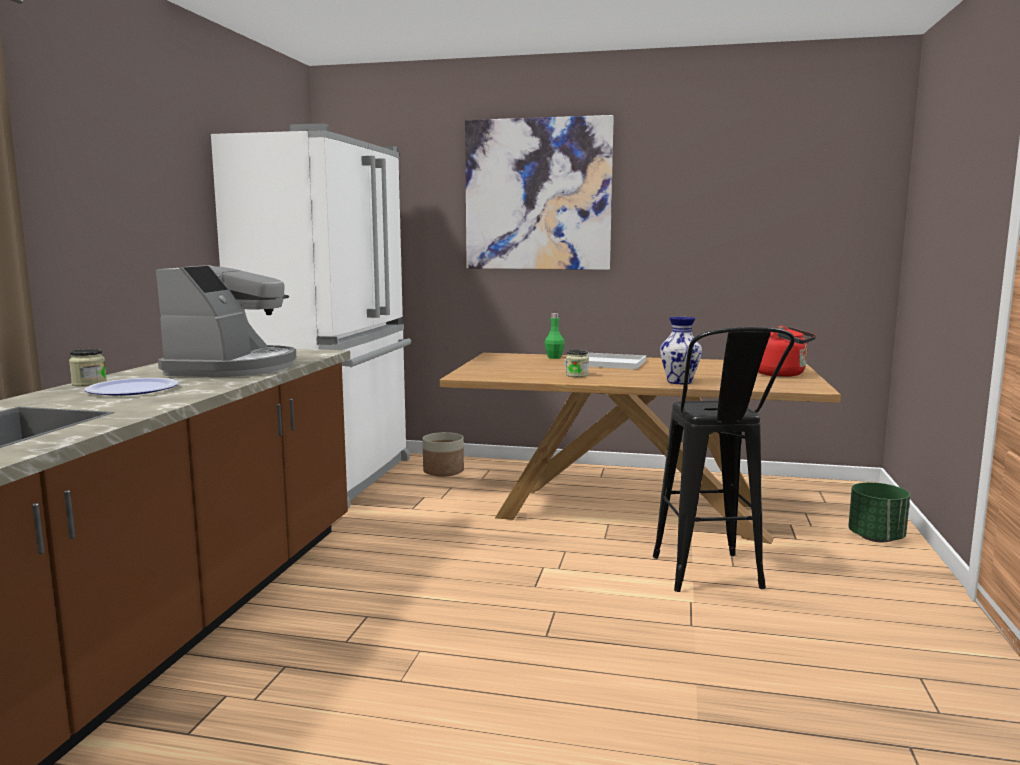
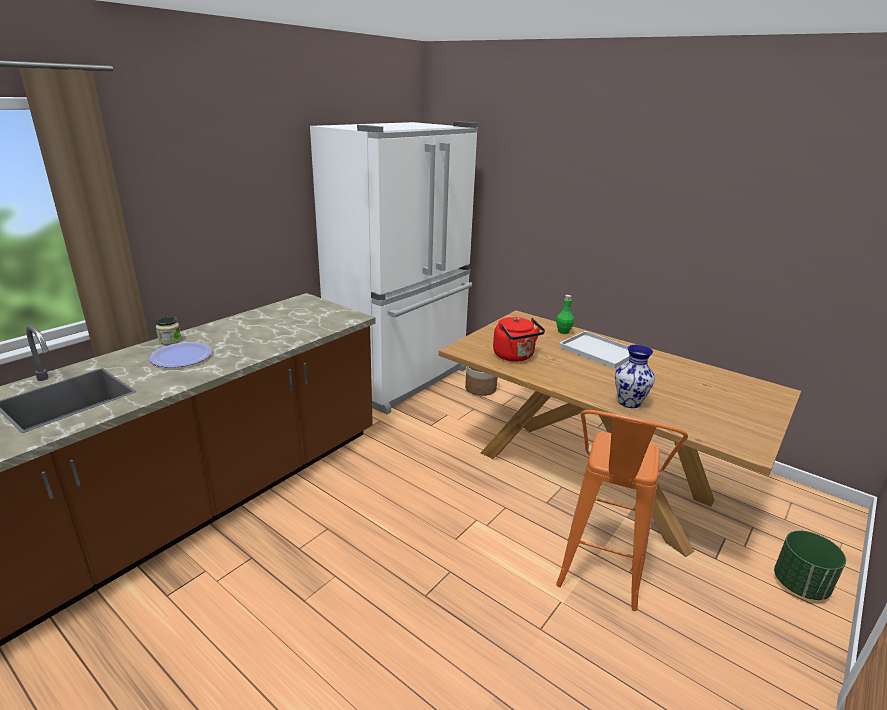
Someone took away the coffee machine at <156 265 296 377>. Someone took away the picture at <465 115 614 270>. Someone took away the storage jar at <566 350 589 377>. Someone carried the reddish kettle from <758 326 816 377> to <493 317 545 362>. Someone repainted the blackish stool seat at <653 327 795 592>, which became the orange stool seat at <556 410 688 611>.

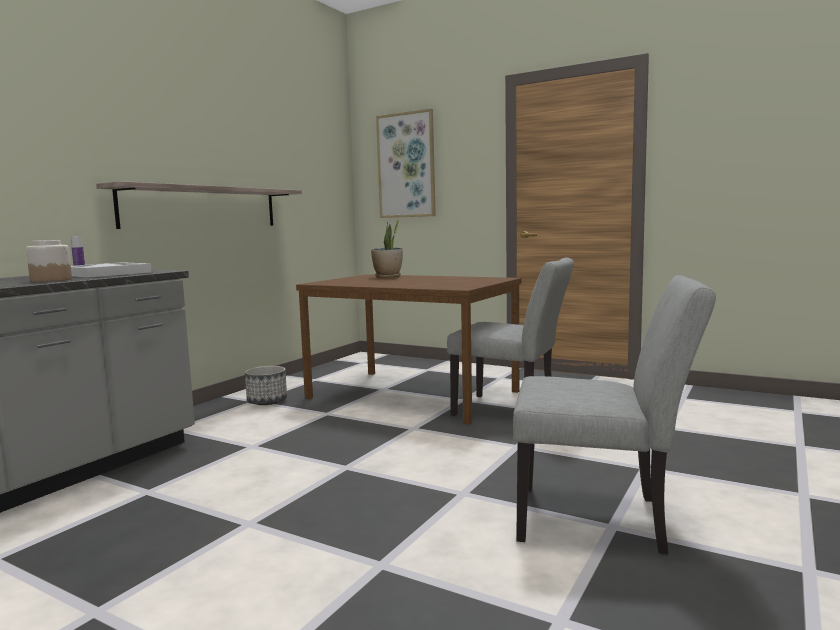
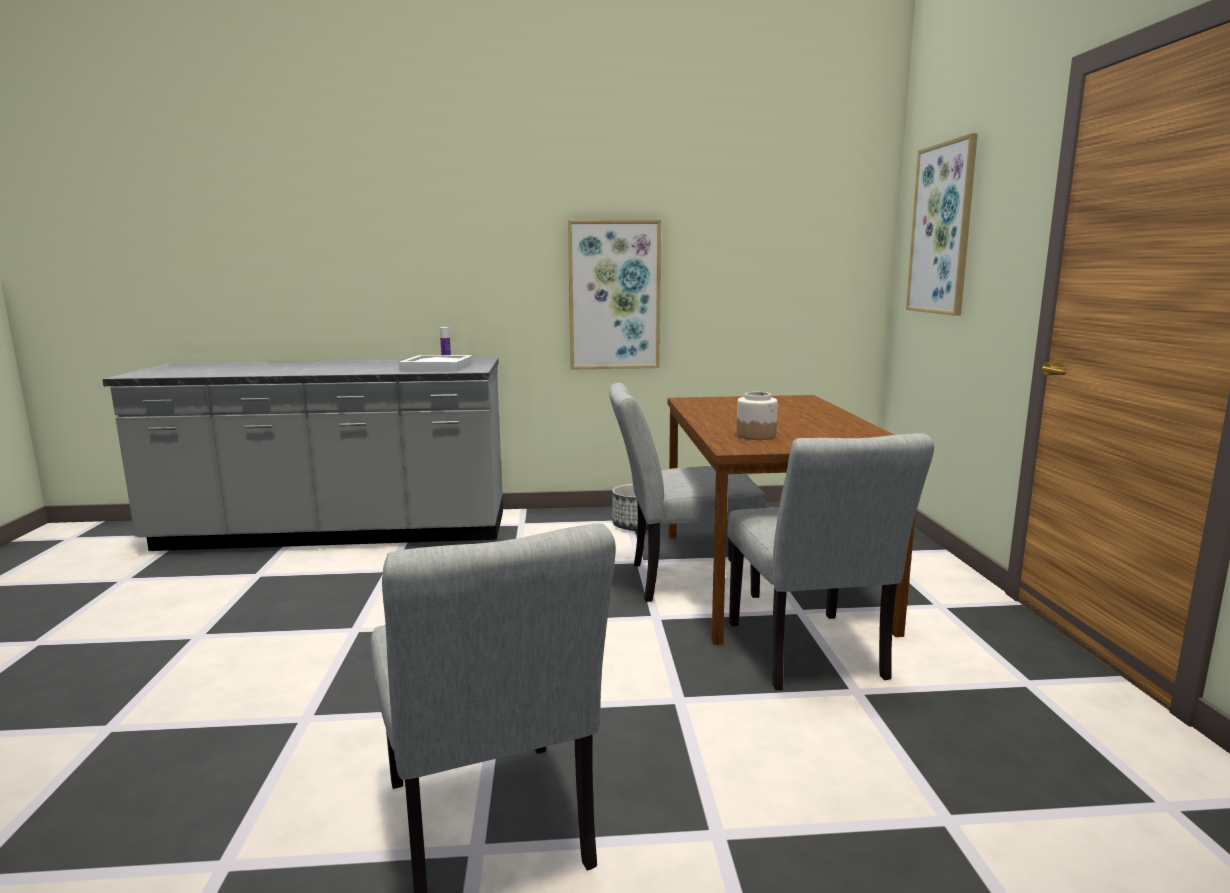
Someone took away the houseplant at <371 218 403 278>. Someone put down the grey plain chair at <609 383 766 602>. Someone carried the storage jar from <26 240 72 282> to <737 392 778 440>. Someone swapped the bracket shelf at <96 181 302 229> for the picture at <568 220 661 370>.

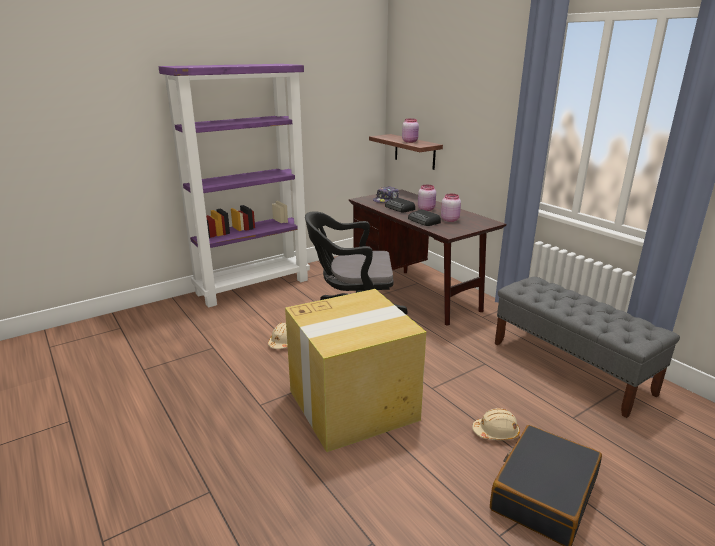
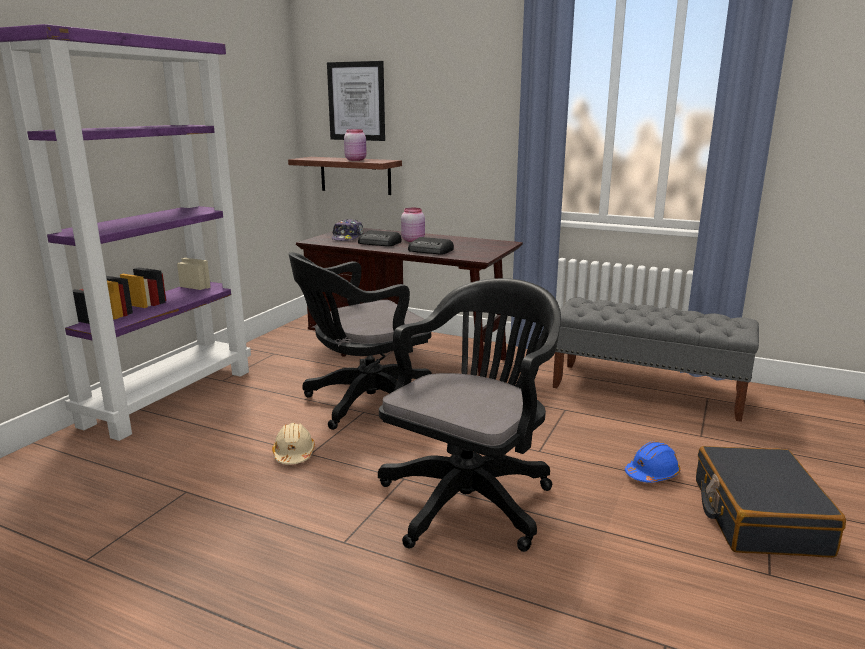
Someone took away the pink storage jar at <441 194 461 222>. Someone put up the picture at <327 61 385 141>. Someone swapped the carton at <285 289 426 452> for the blackish office chair at <378 278 561 552>. Someone repainted the beige-coloured hard hat at <472 408 520 441>, which became the blue-coloured hard hat at <625 441 681 483>.

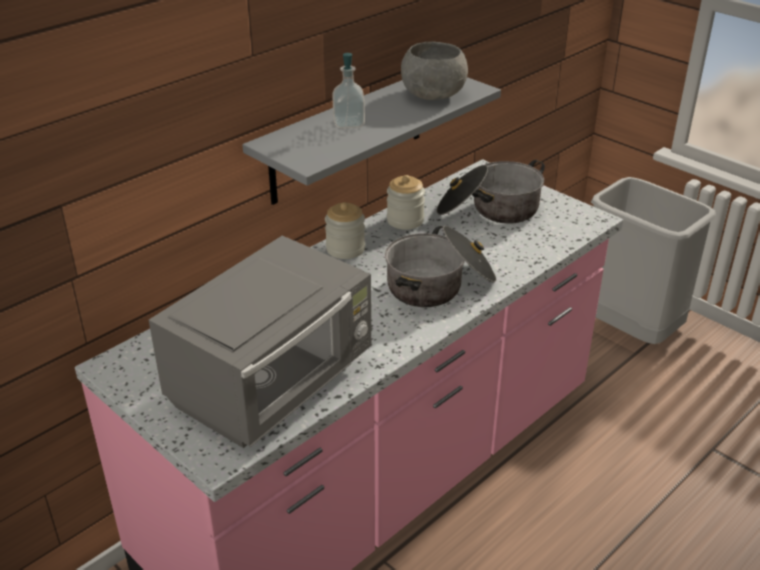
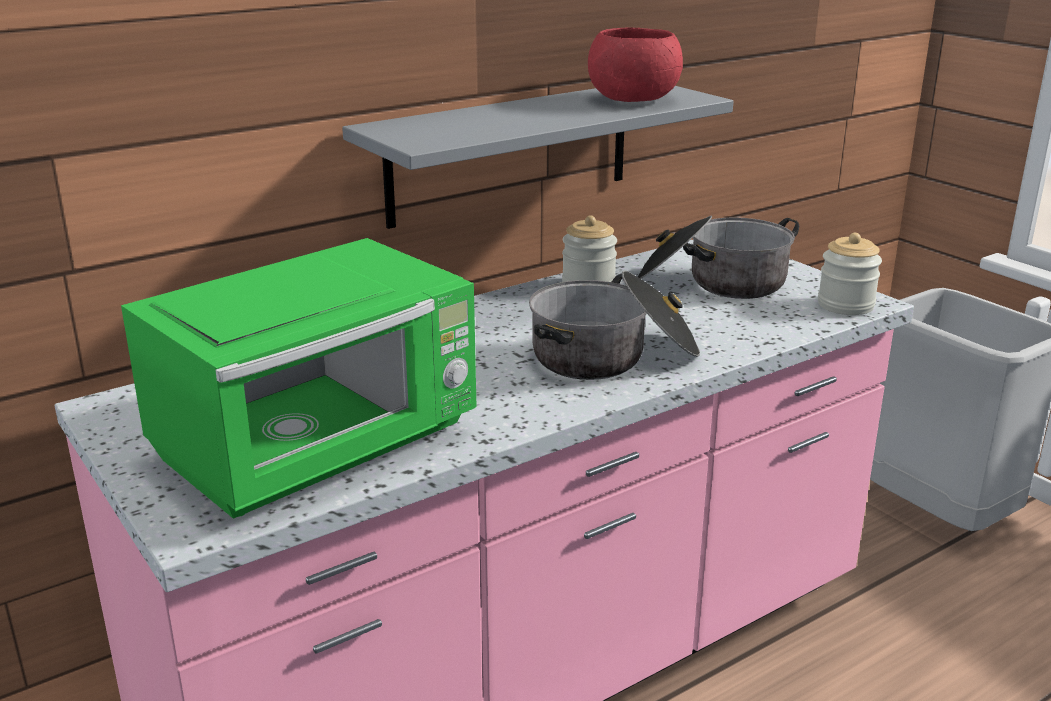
Someone took away the soap dispenser at <332 53 365 128>. Someone carried the storage jar from <325 202 365 259> to <818 233 882 315>. Someone repainted the grey kitchen microwave at <149 236 371 448>, which became the greenish kitchen microwave at <121 238 477 519>. Someone repainted the grey serving bowl at <401 42 468 100>, which became the reddish serving bowl at <588 27 683 102>.

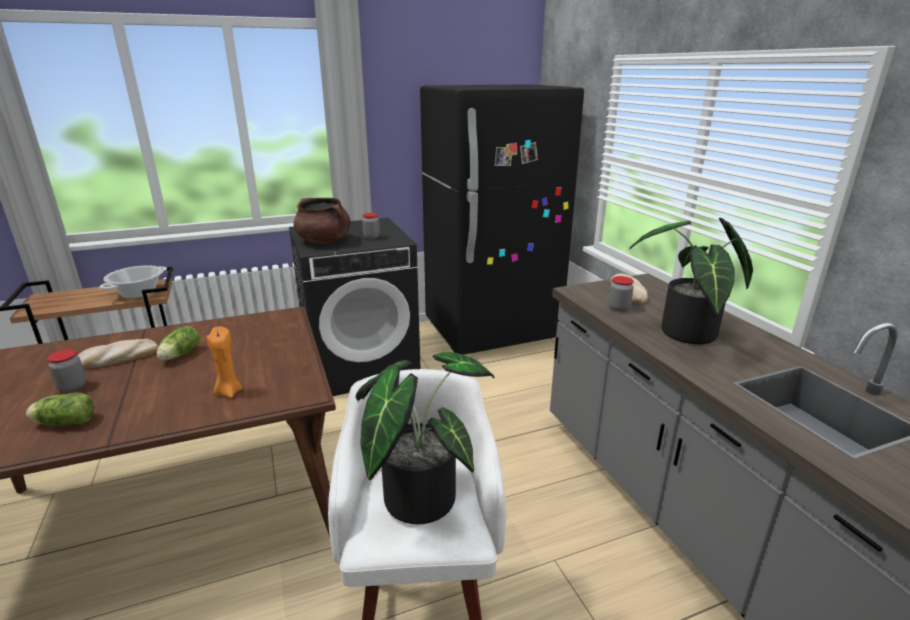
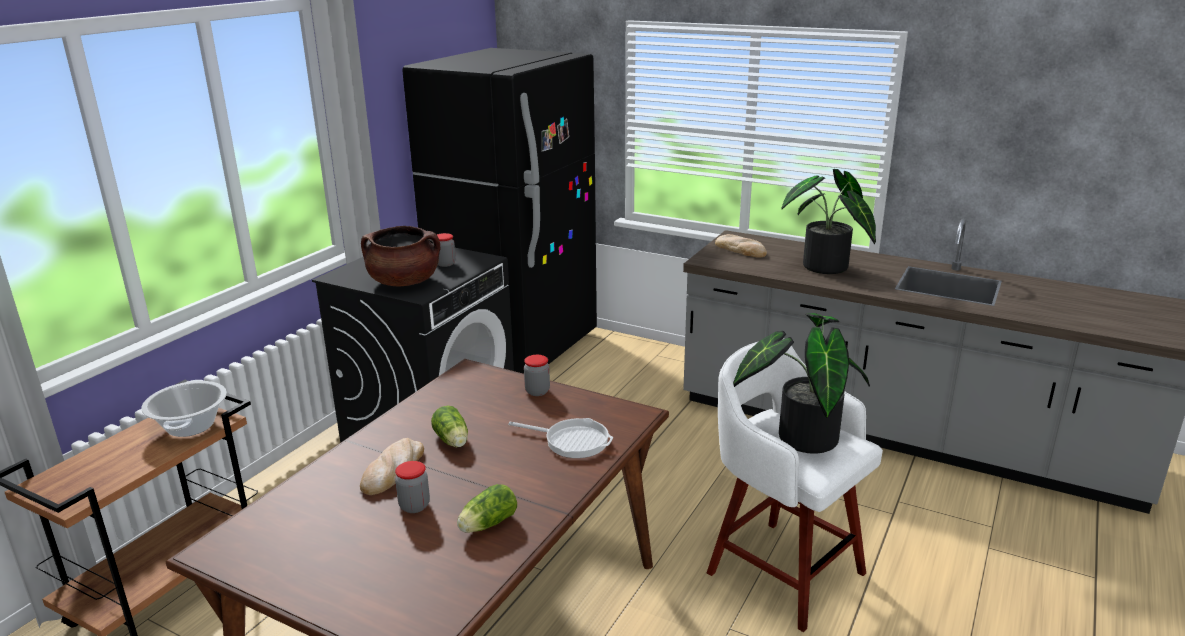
Someone carried the storage jar from <609 276 634 312> to <524 355 550 396>. Someone swapped the orange wax candle at <207 327 243 398> for the frying pan at <508 418 613 458>.

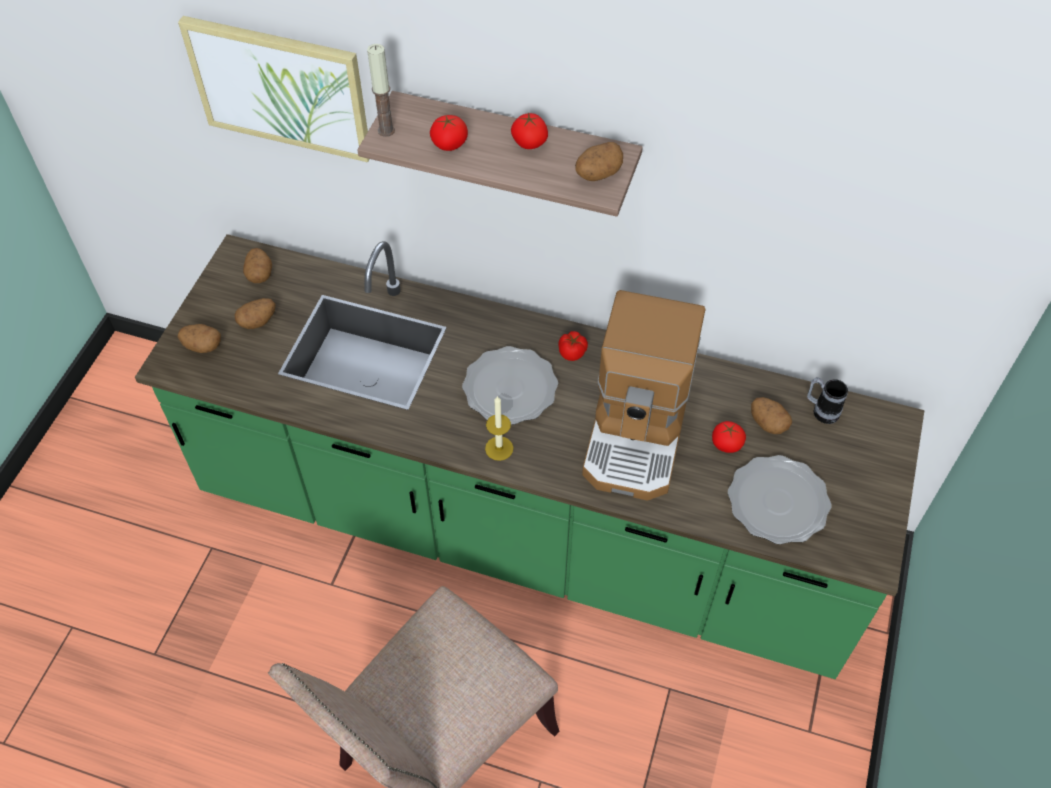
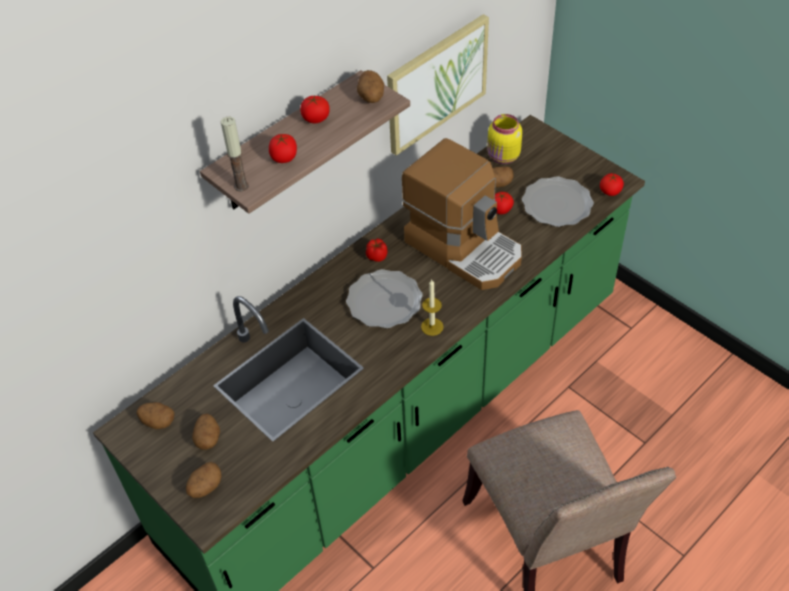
Someone put down the fresh tomato at <600 173 624 196>. Someone carried the picture from <178 16 370 162> to <387 14 489 156>. Someone swapped the tea mug at <807 378 848 424> for the yellow-coloured storage jar at <487 114 522 164>.

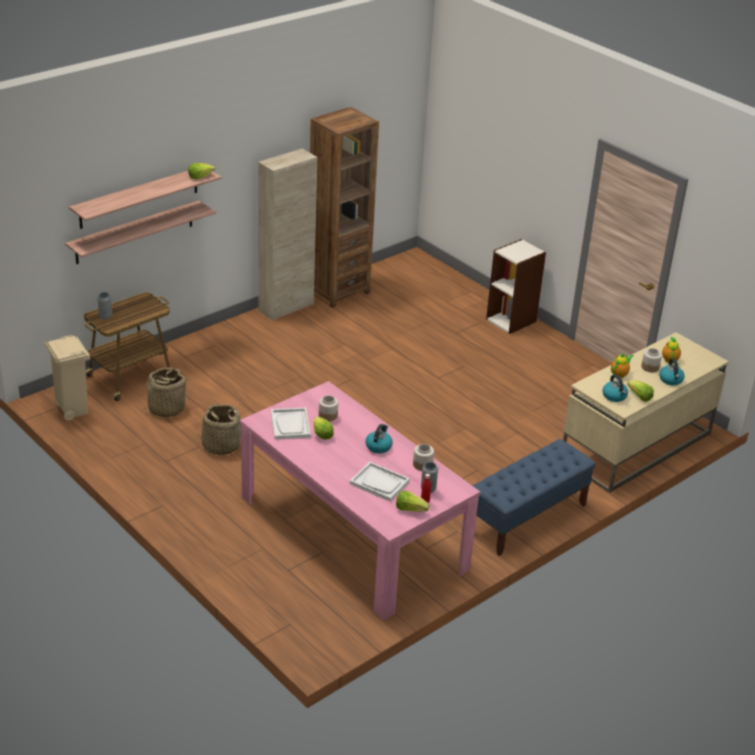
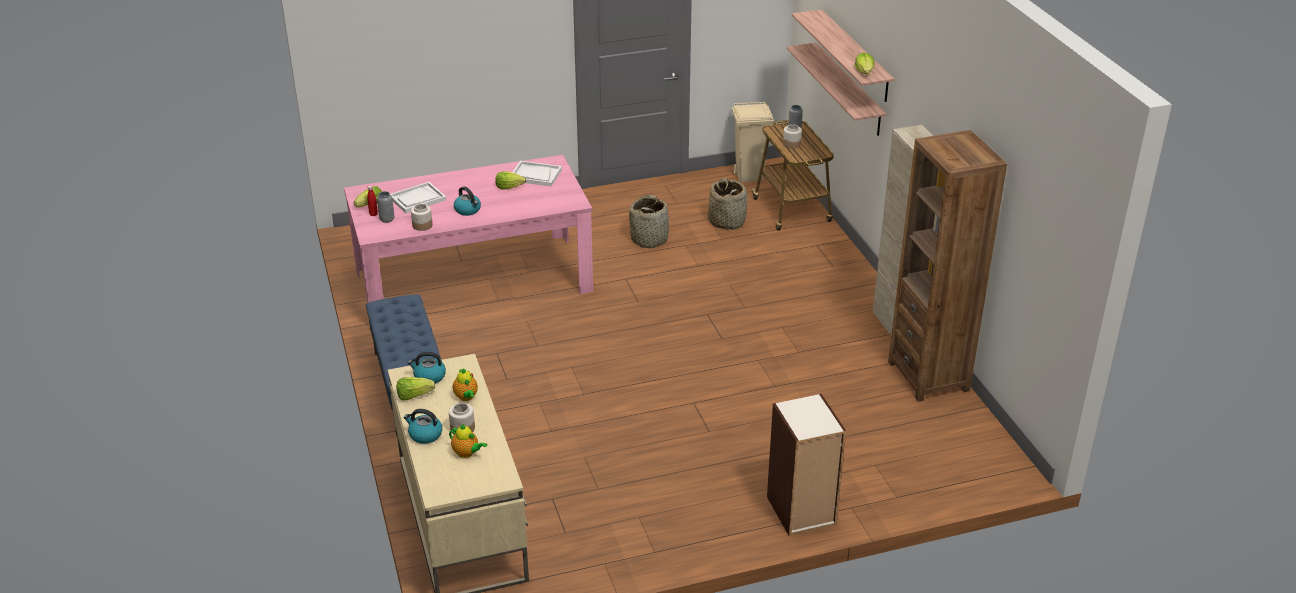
Someone carried the storage jar from <319 396 338 422> to <783 124 802 149>.

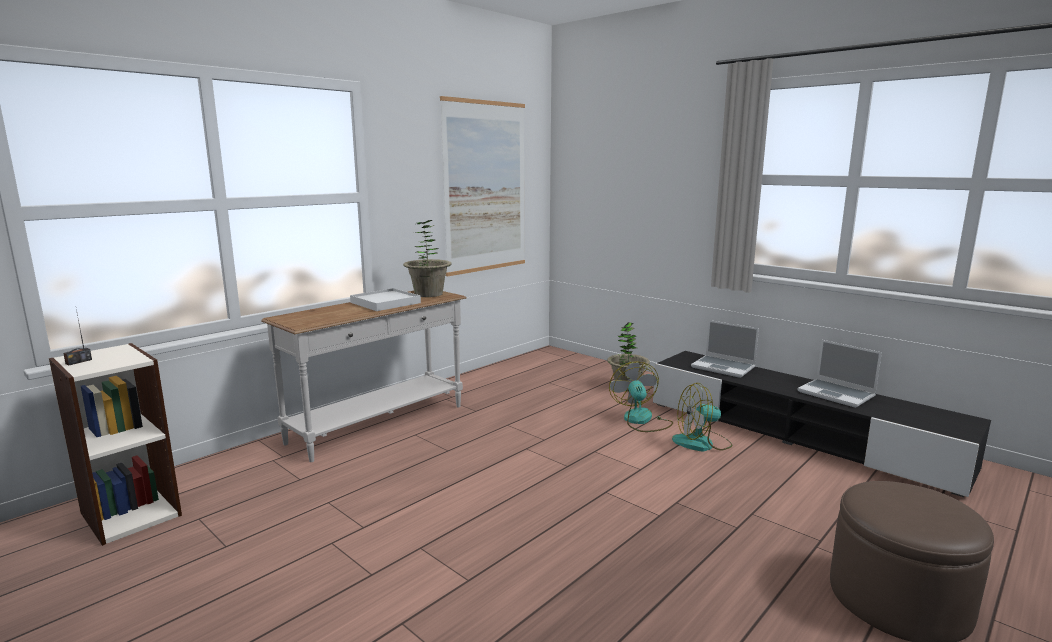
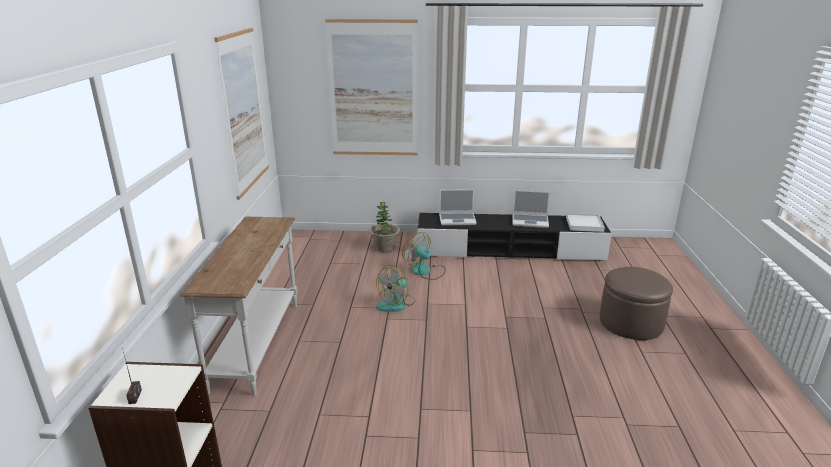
Someone took away the houseplant at <403 220 452 297>. Someone put up the picture at <325 19 418 155>. Someone carried the white serving tray from <350 288 421 311> to <566 213 605 232>. Someone carried the electric fan from <672 383 733 452> to <376 265 415 312>.

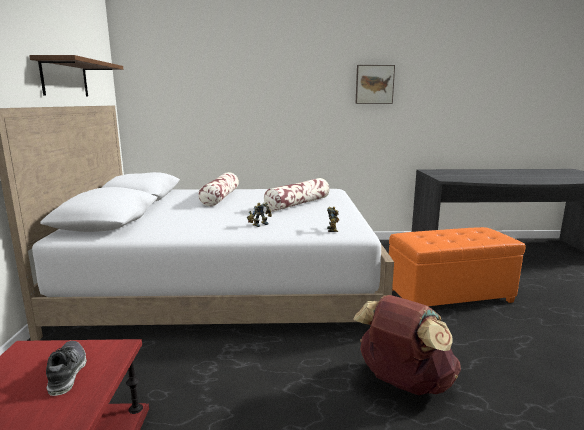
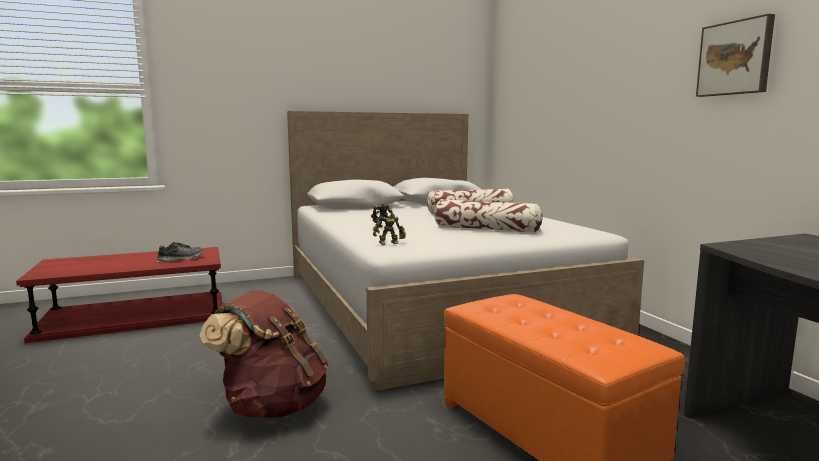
Someone took away the bracket shelf at <29 55 123 97>.

